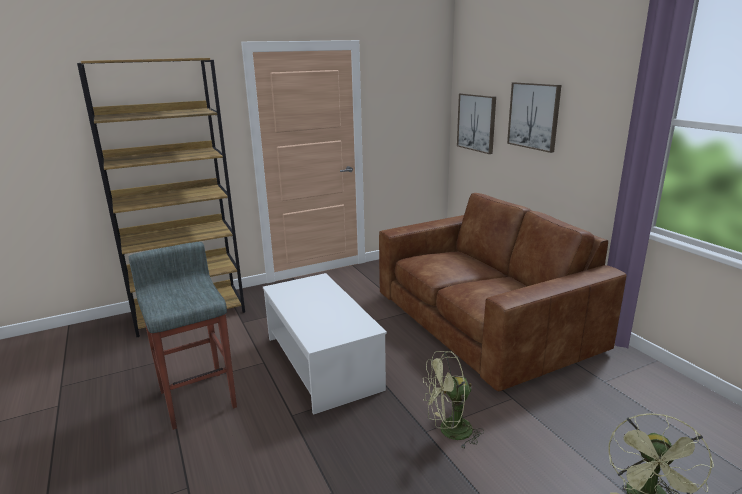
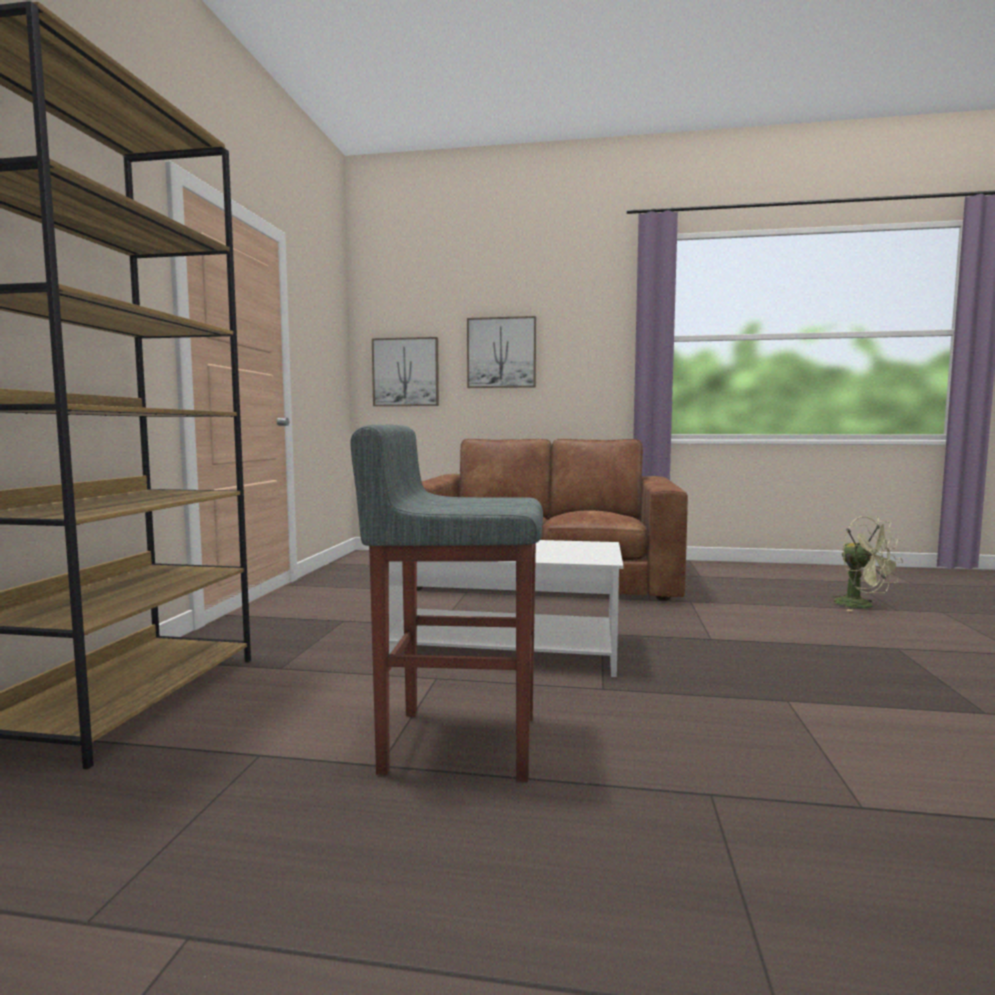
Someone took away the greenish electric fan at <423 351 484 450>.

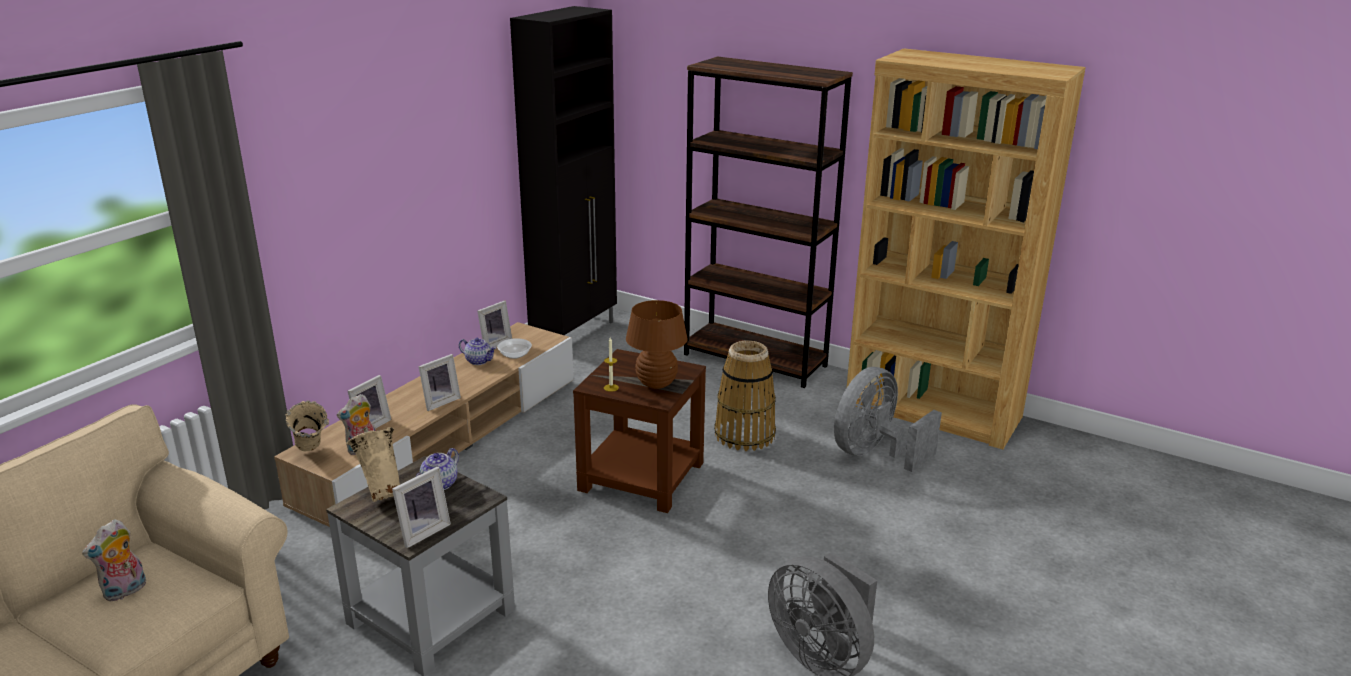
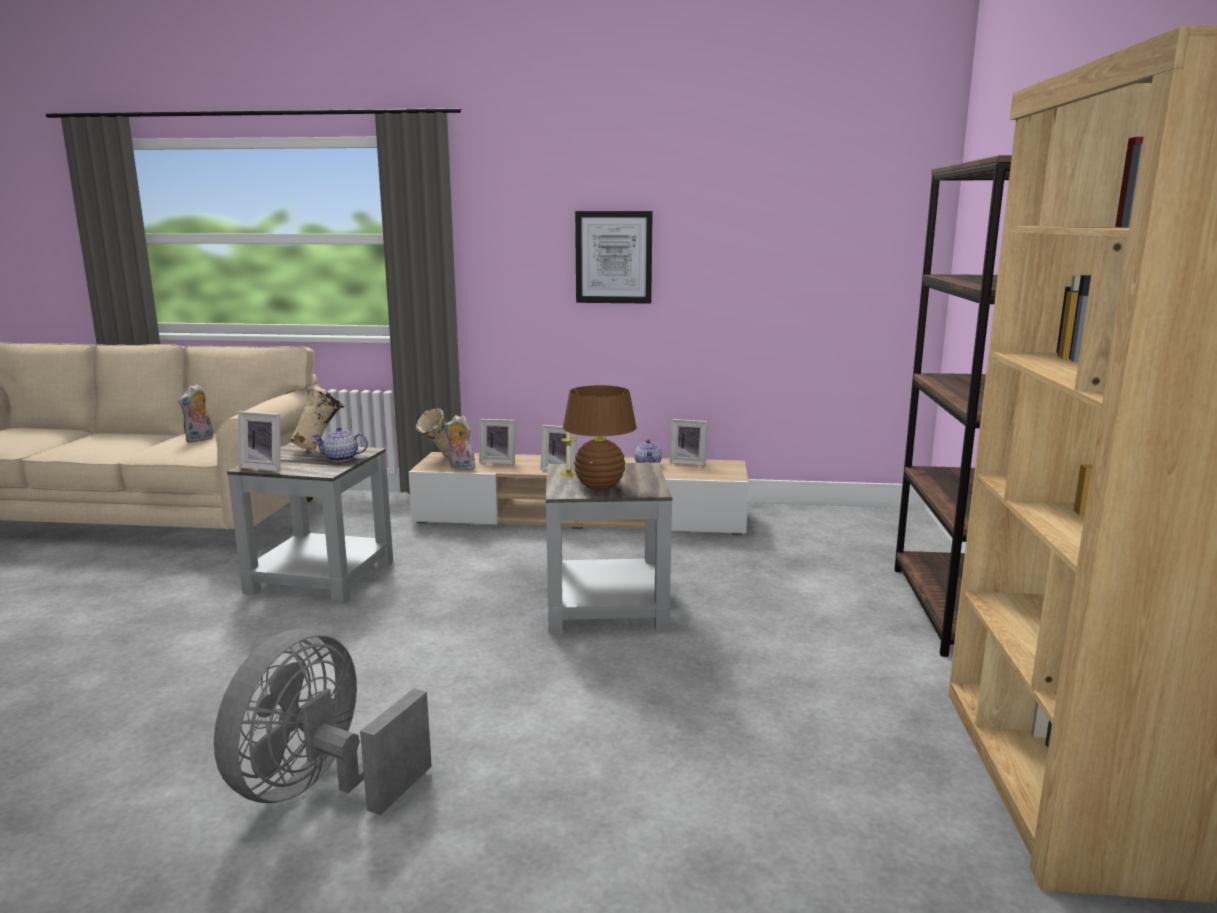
Someone took away the serving bowl at <497 338 532 359>. Someone took away the blackish cupboard at <510 6 617 335>. Someone took away the basket at <714 341 776 451>. Someone took away the grey electric fan at <834 367 942 472>. Someone put up the picture at <575 211 653 304>. Someone repainted the brown accent table at <573 349 706 513>, which became the grey accent table at <546 462 673 634>. Someone rotated the cuddly toy at <82 520 146 601> by 75 degrees counterclockwise.

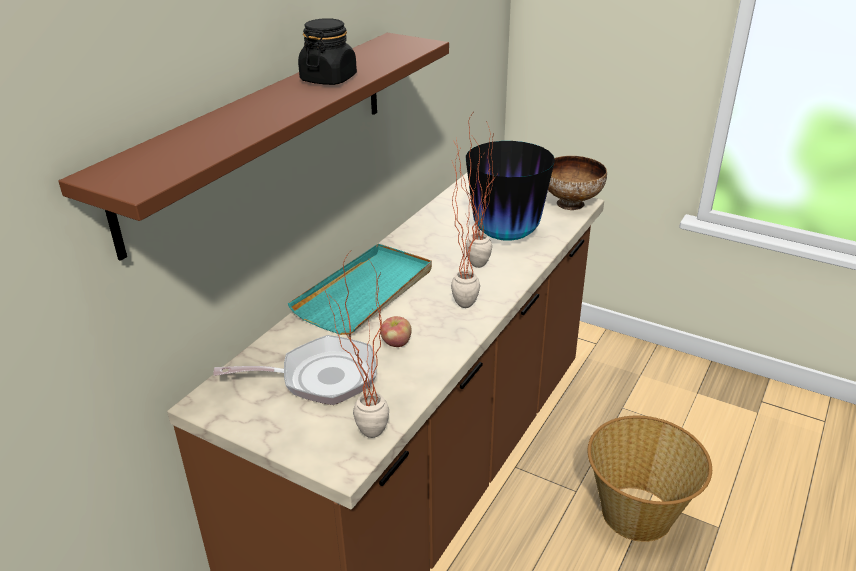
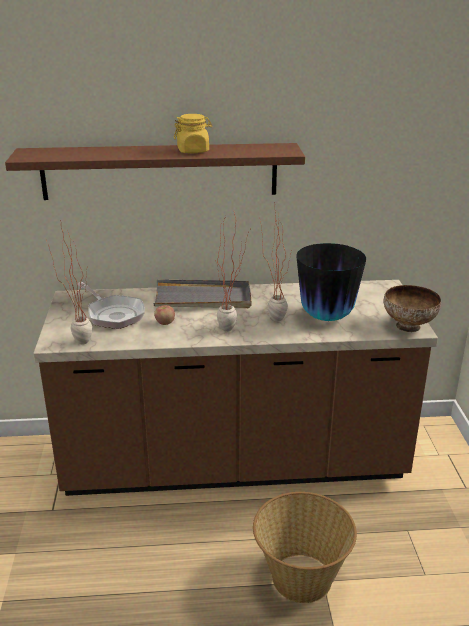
Someone repainted the turquoise-coloured serving tray at <288 244 432 335>, which became the grey serving tray at <153 280 251 308>. Someone repainted the blackish storage jar at <298 18 357 85>, which became the yellow-coloured storage jar at <174 114 212 153>.

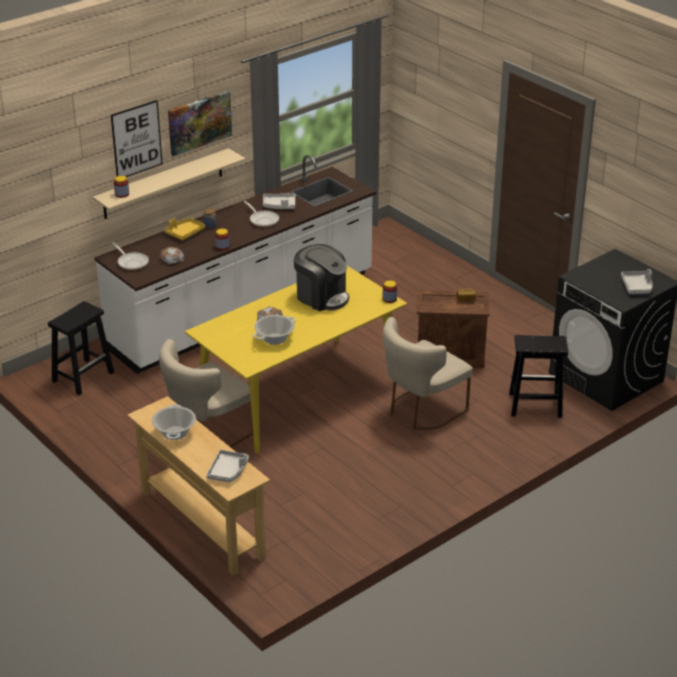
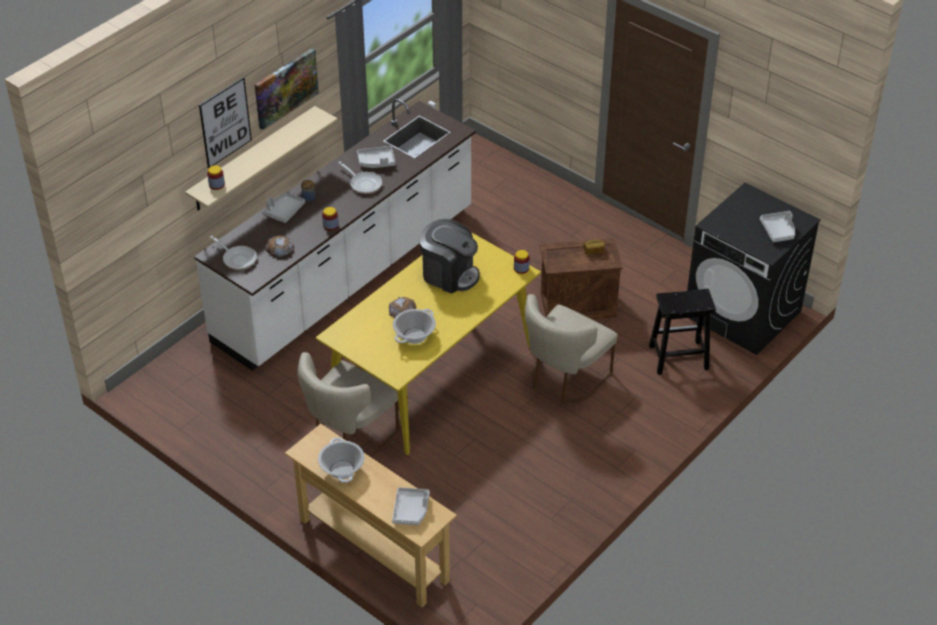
Someone took away the blackish stool seat at <48 301 114 395>. Someone repainted the yellow-coloured serving tray at <164 218 205 240>, which became the grey serving tray at <262 193 305 223>.

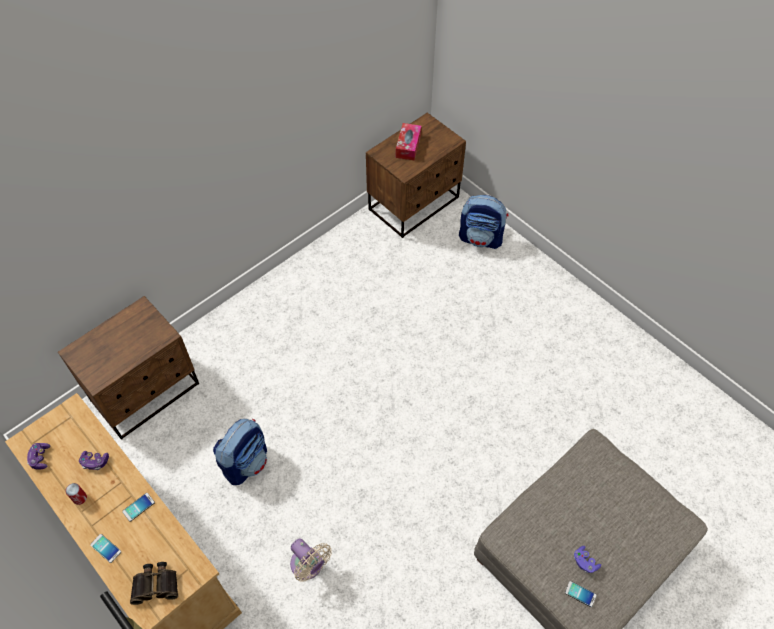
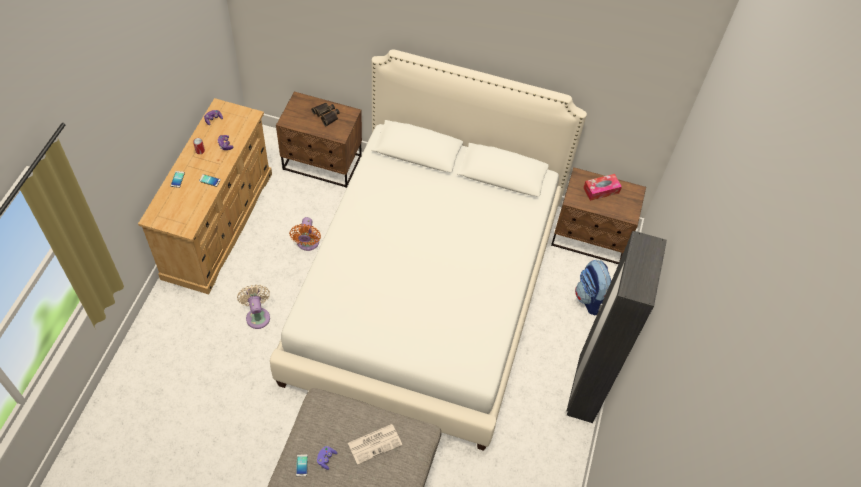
Someone put down the white sleeping bed at <270 49 587 451>. Someone put down the newspaper at <348 424 402 465>. Someone put down the blackish clothes cupboard at <567 231 667 423>. Someone carried the binoculars from <130 562 178 605> to <311 103 339 126>. Someone swapped the rucksack at <213 419 267 485> for the orange electric fan at <289 217 321 251>. Someone rotated the beige-coloured electric fan at <290 538 332 582> by 150 degrees clockwise.

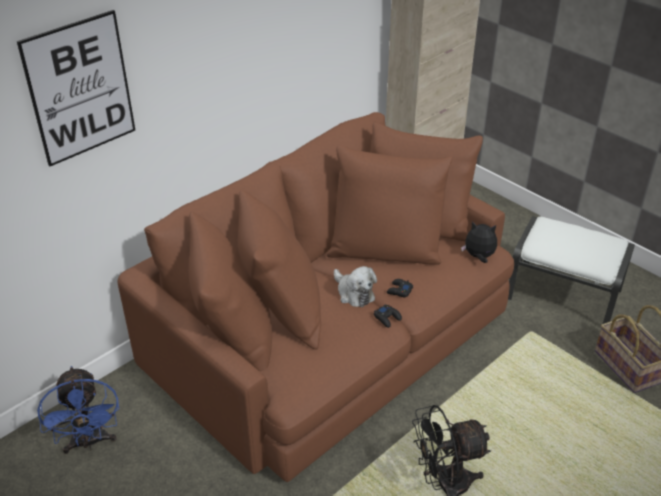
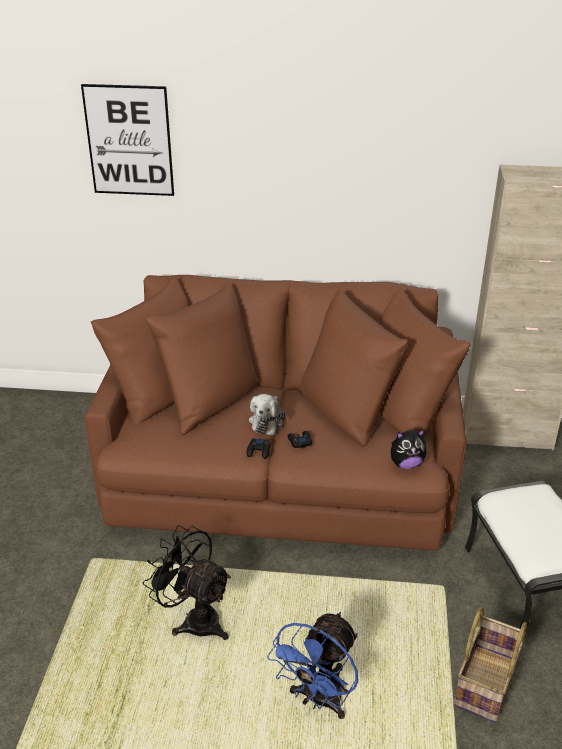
Someone carried the blue-coloured electric fan from <37 366 119 454> to <267 612 358 719>. Someone rotated the cuddly toy at <461 222 497 263> by 105 degrees clockwise.

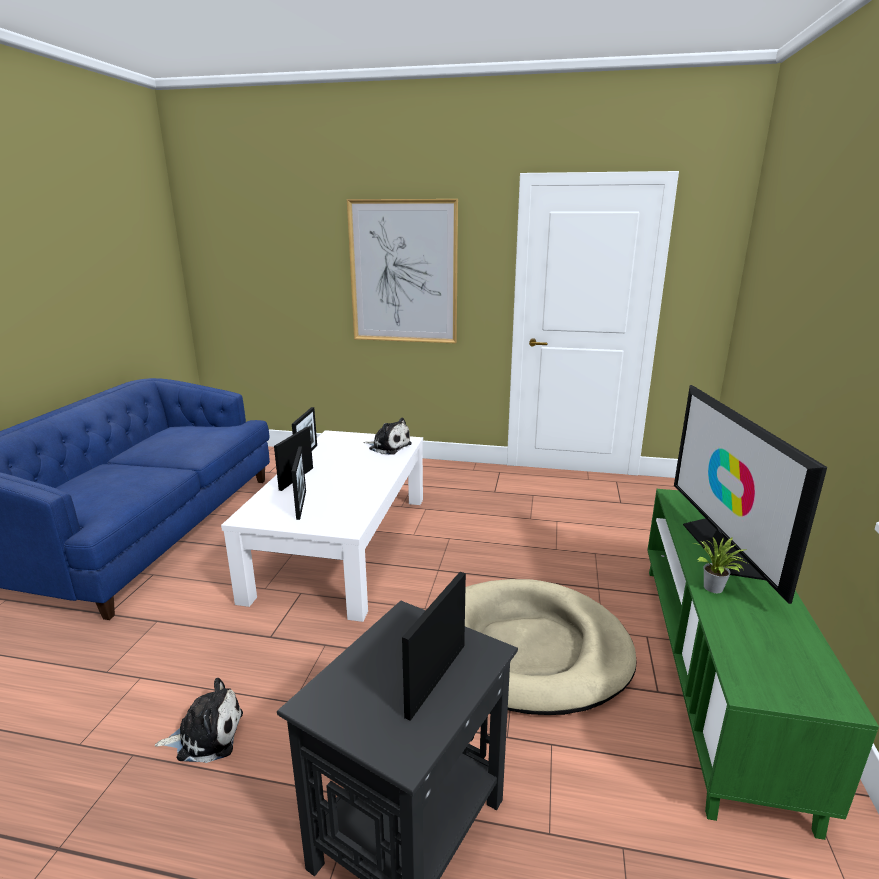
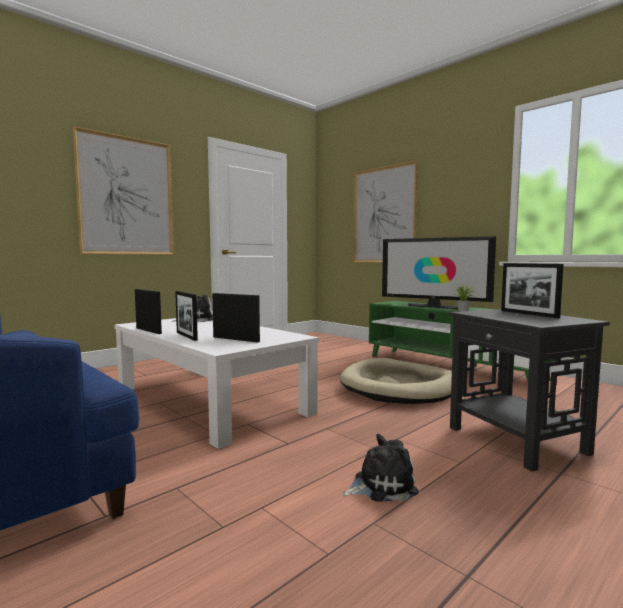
Someone put up the picture at <353 161 418 263>. Someone rotated the cuddly toy at <155 678 243 763> by 45 degrees clockwise.

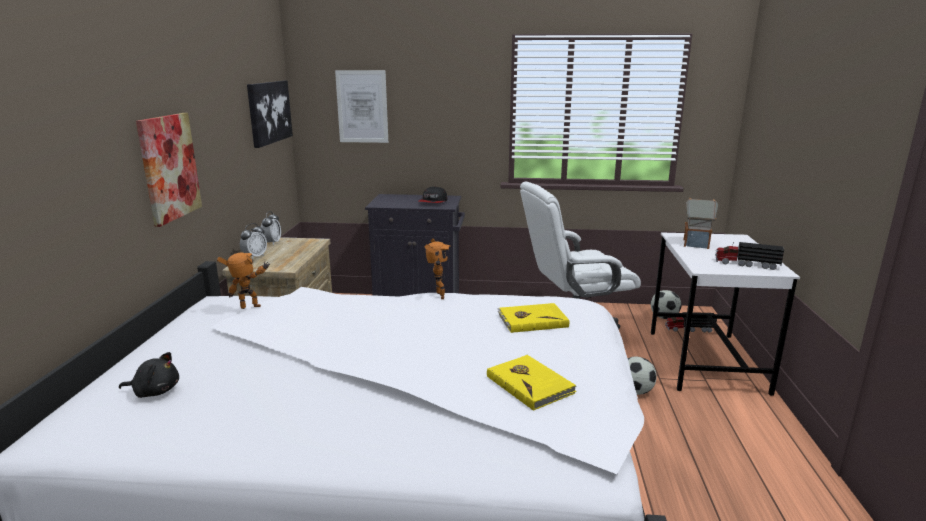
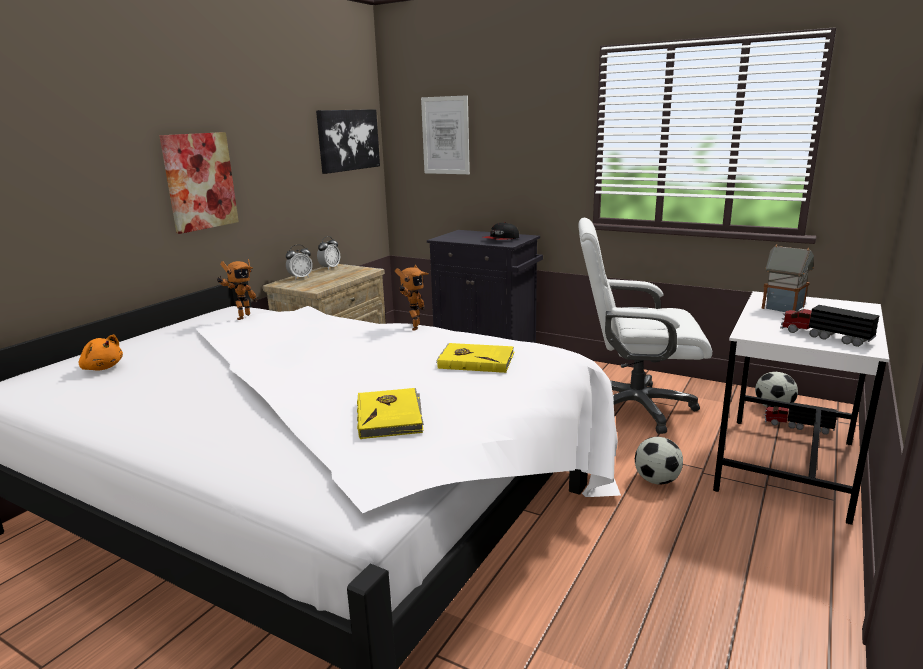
Someone repainted the blackish cuddly toy at <119 352 179 398>, which became the orange cuddly toy at <79 335 123 370>. Someone rotated the toy robot at <217 252 270 309> by 105 degrees clockwise.

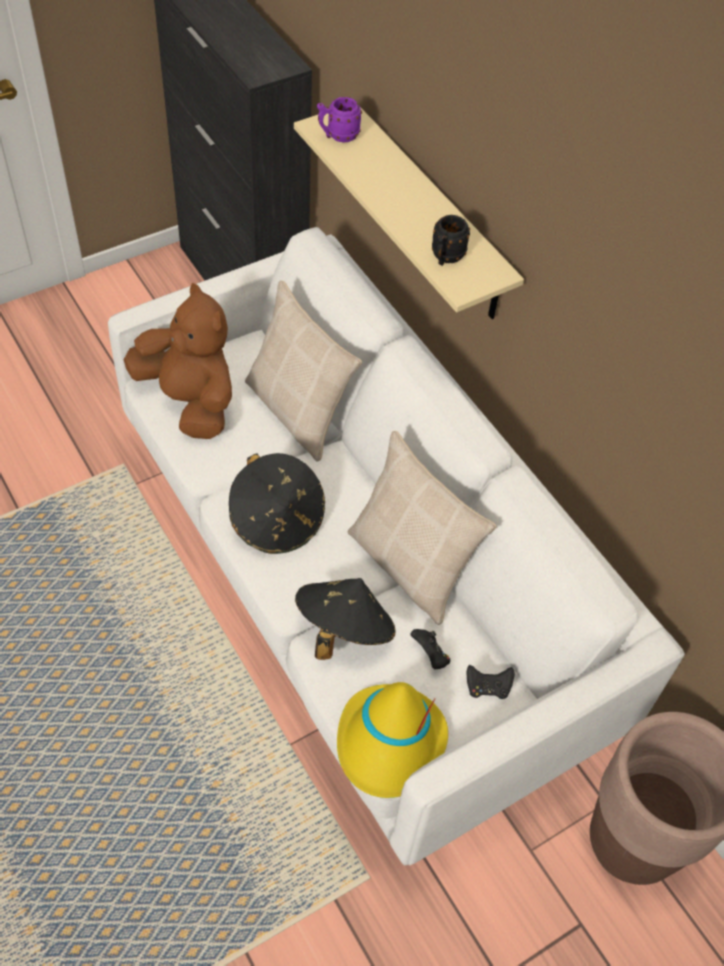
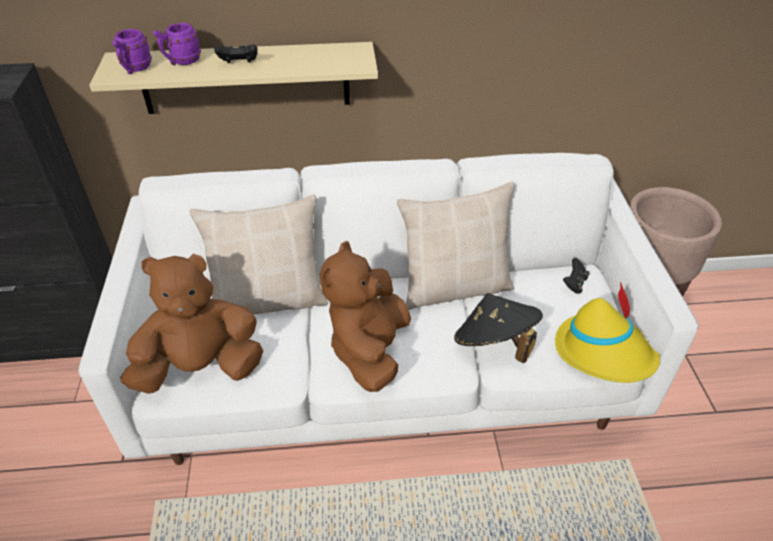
Someone took away the blackish tea mug at <432 215 470 266>. Someone put down the purplish tea mug at <153 23 201 65>. Someone carried the blackish gamepad from <410 629 451 669> to <214 44 258 63>. Someone swapped the blackish wearable hat at <229 453 325 554> for the brown cuddly toy at <320 241 411 392>.

